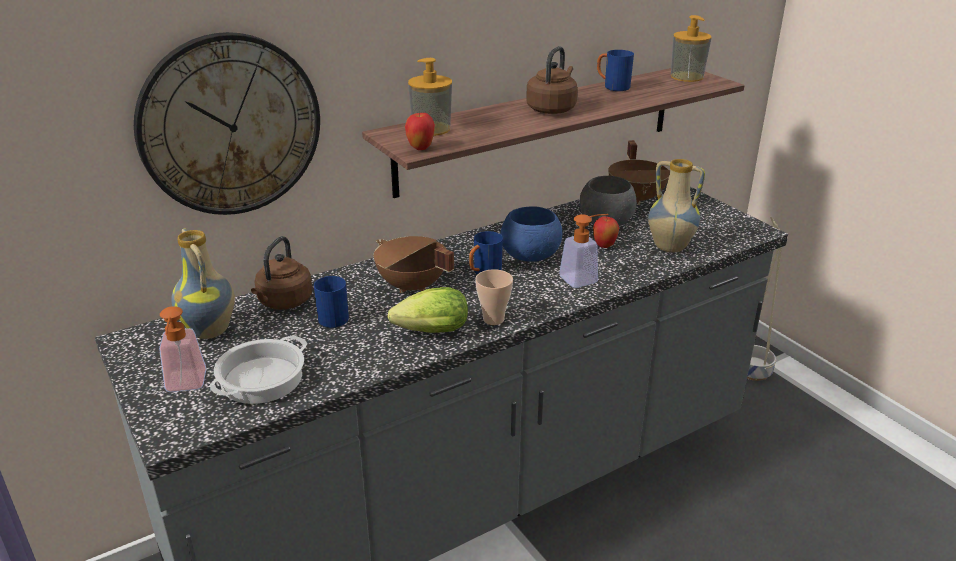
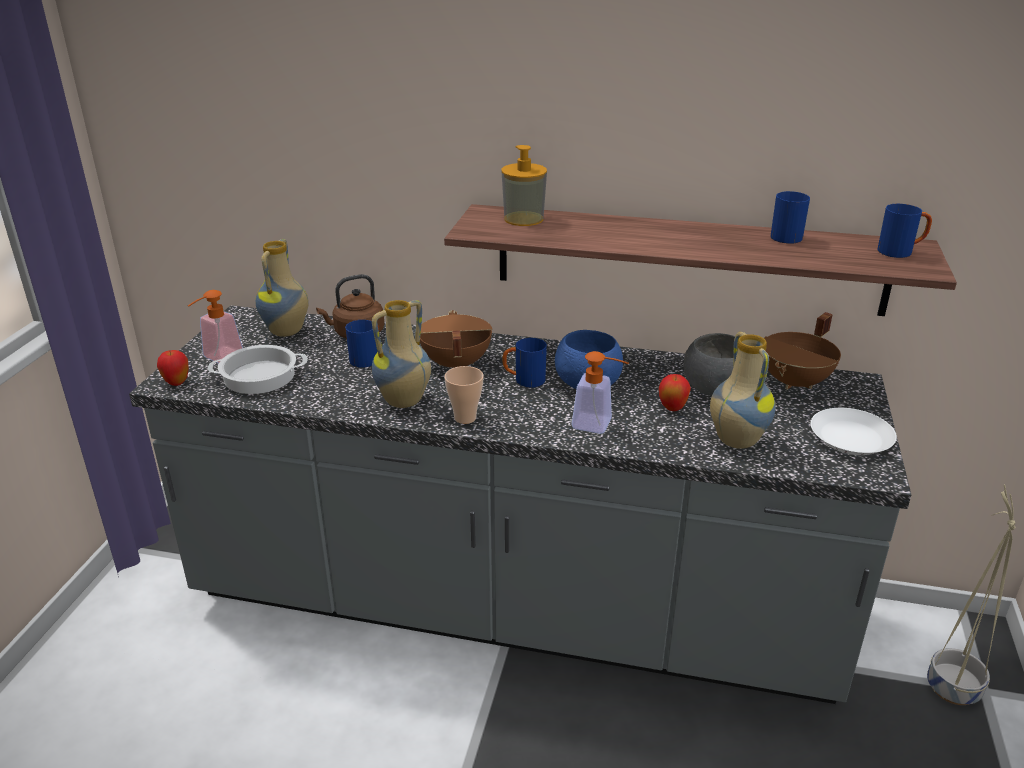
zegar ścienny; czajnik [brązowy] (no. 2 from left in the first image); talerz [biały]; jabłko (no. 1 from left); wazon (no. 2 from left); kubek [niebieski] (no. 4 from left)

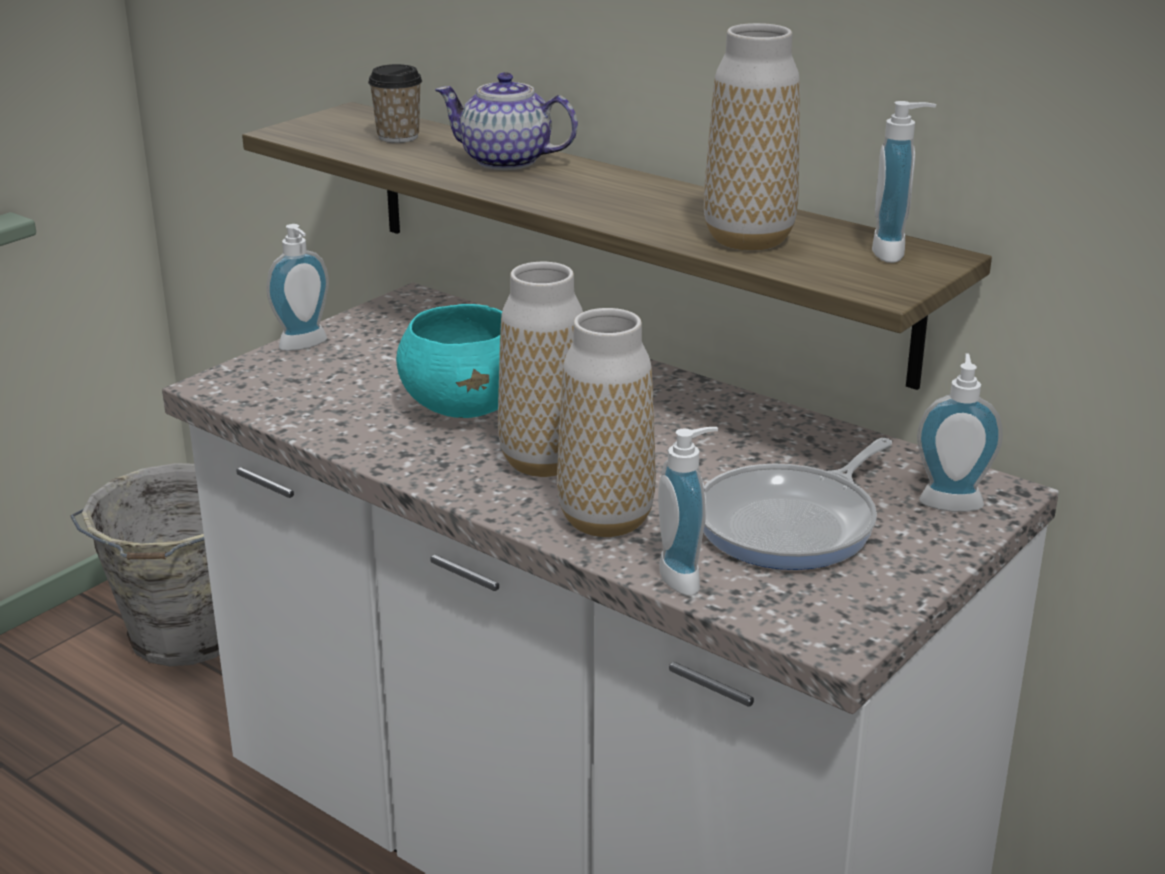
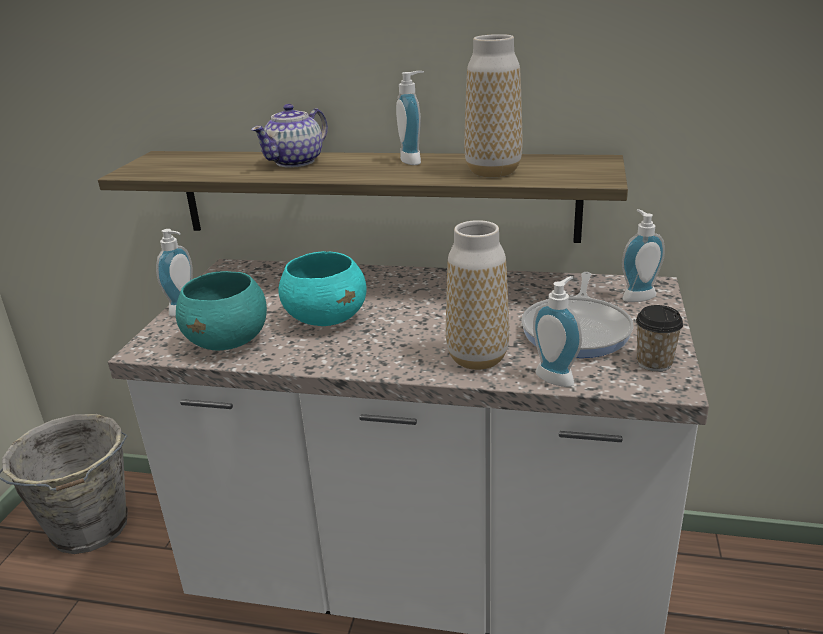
wazon (no. 1 from left in the first image); miska [turkusowy] (no. 1 from left); filiżanka; dozownik mydła (no. 2 from left); imbryk

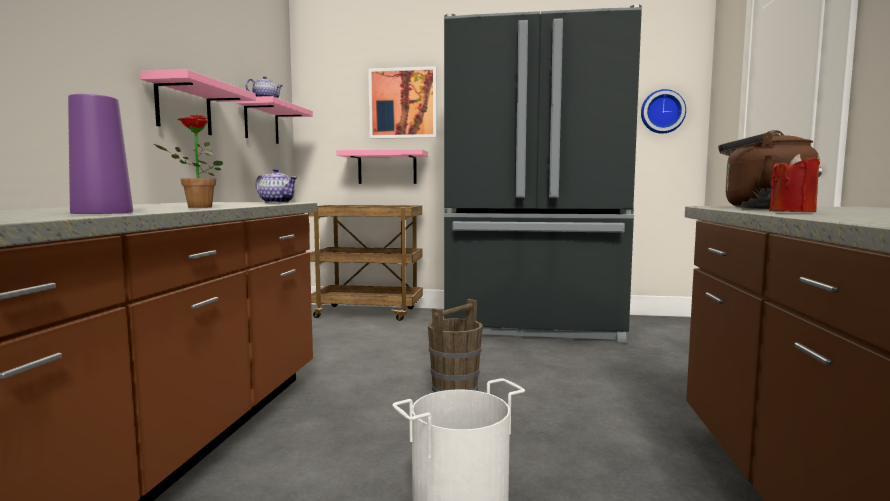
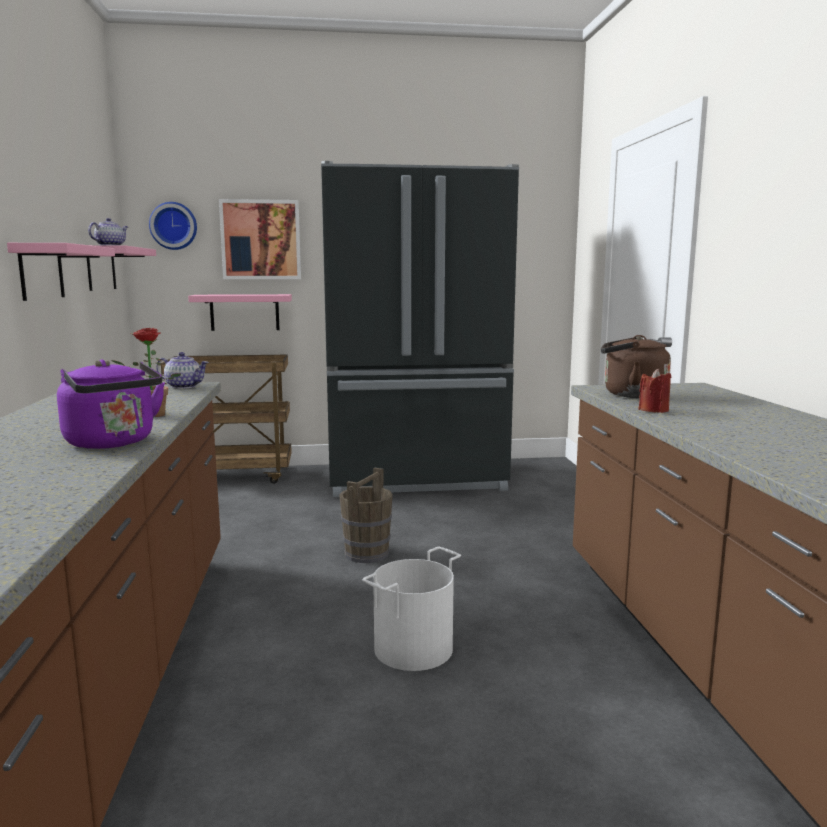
zegar ścienny; czajnik [fioletowy]

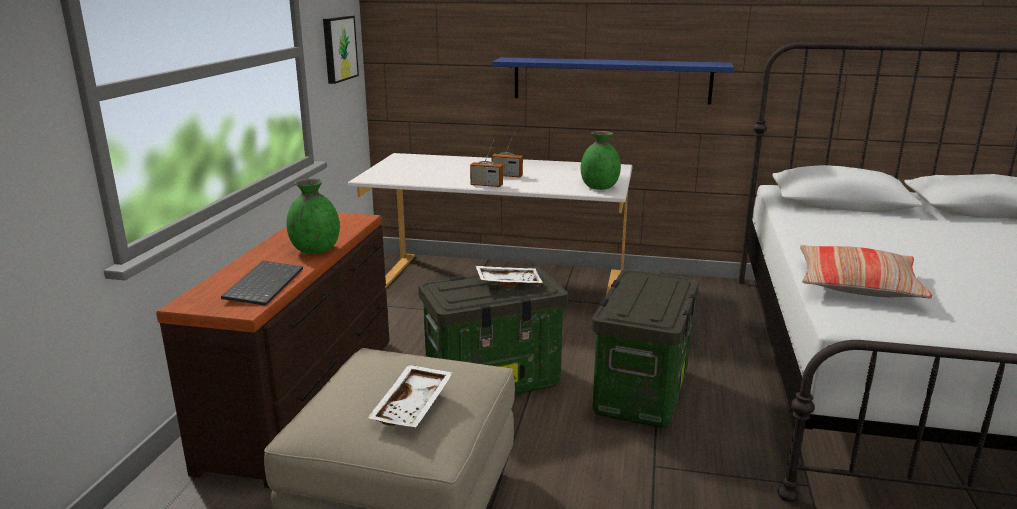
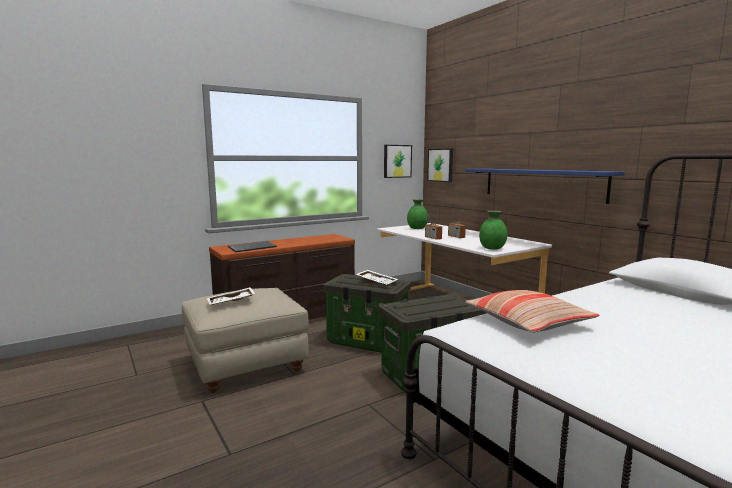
obraz (no. 2 from left); wazon [zielony] (no. 1 from left)

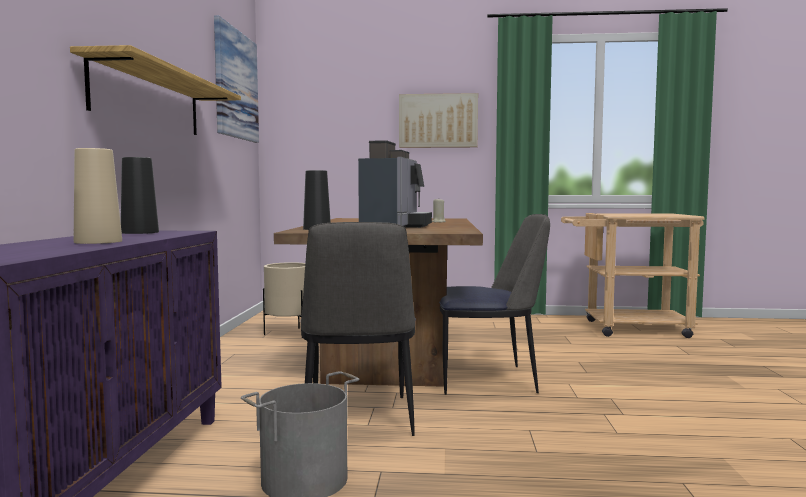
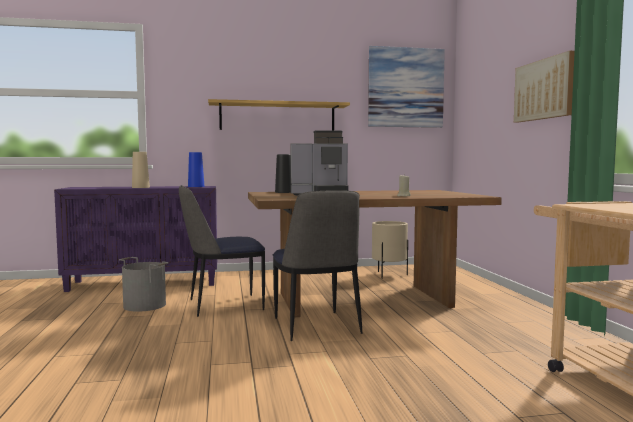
wazon [niebieski]

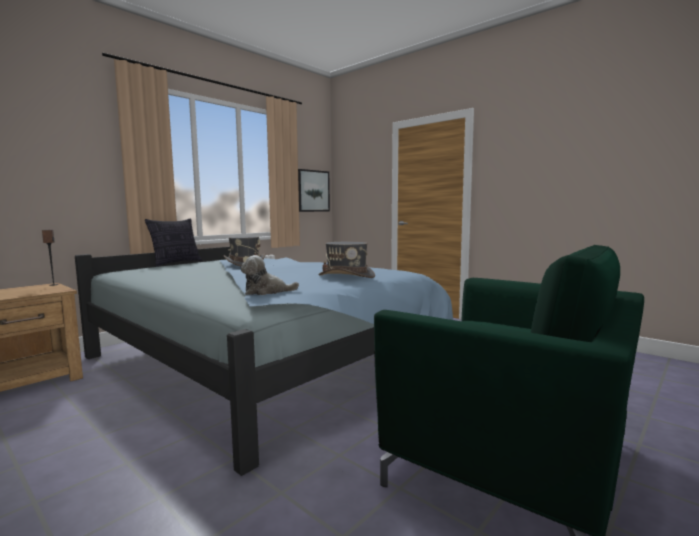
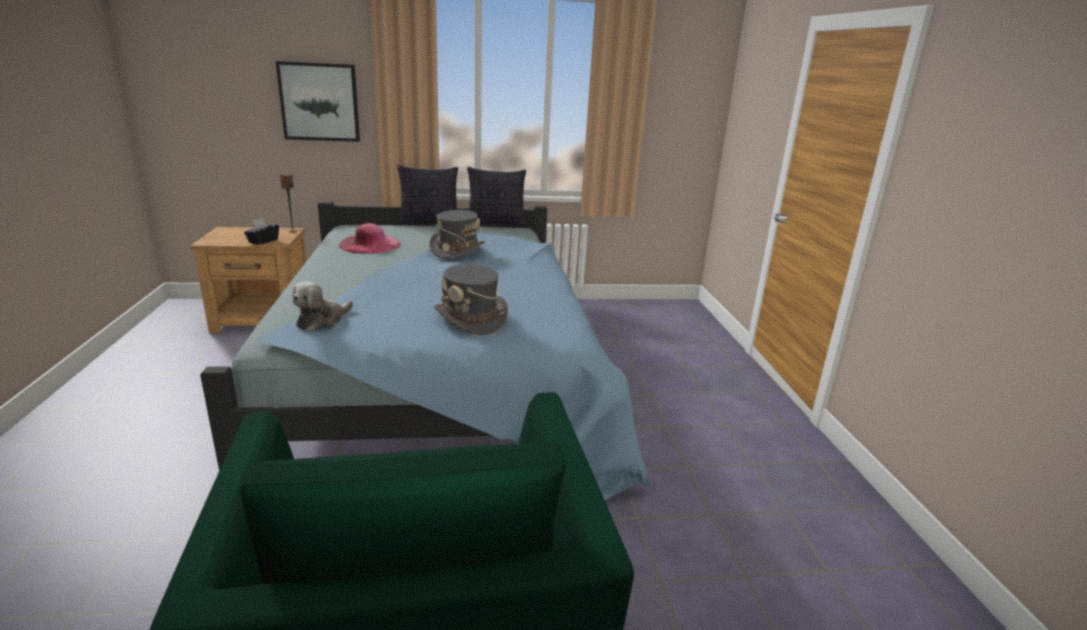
pudełko chusteczek [czarny]; kapelusz [różowy]; poduszka (no. 2 from left); obraz; pluszak

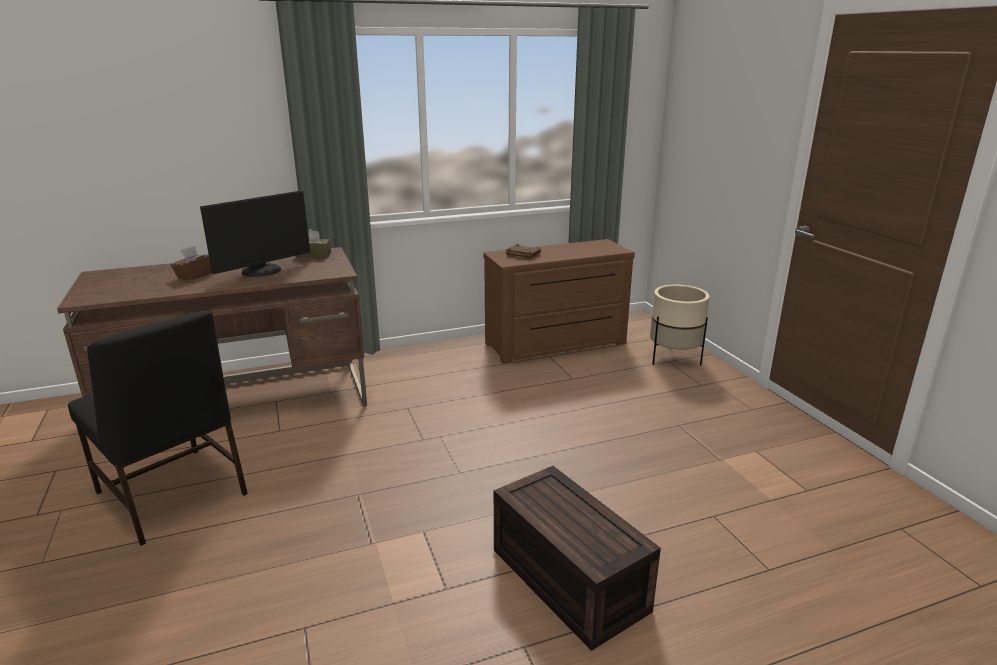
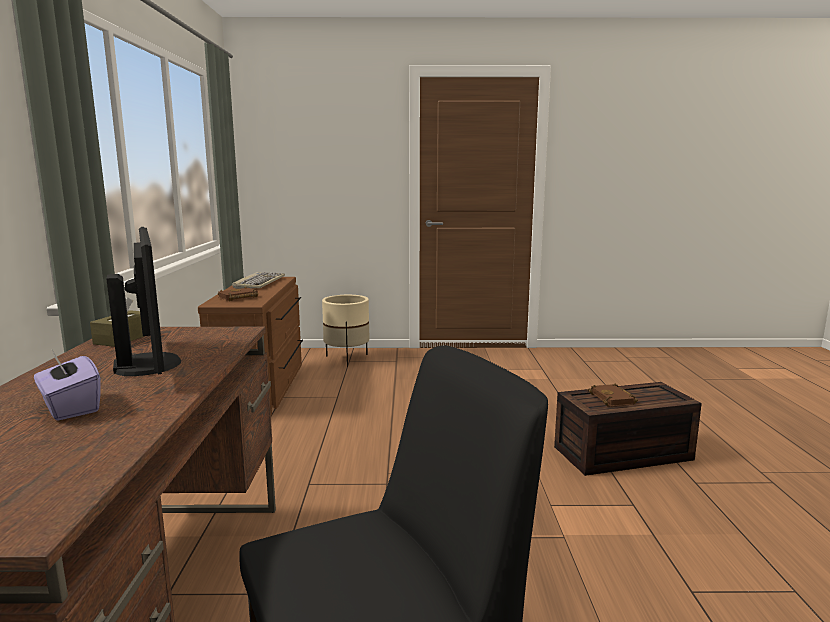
klawiatura; książka [brązowy] (no. 2 from left); pudełko chusteczek [fioletowy]

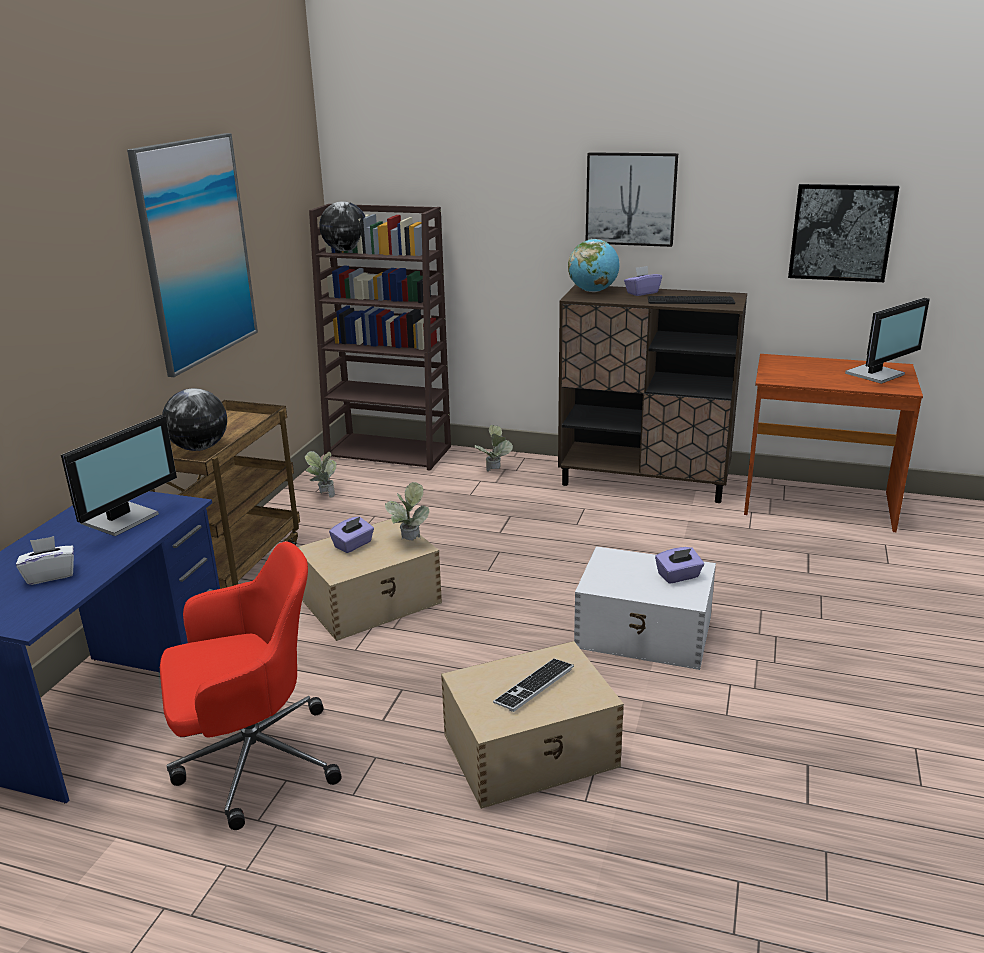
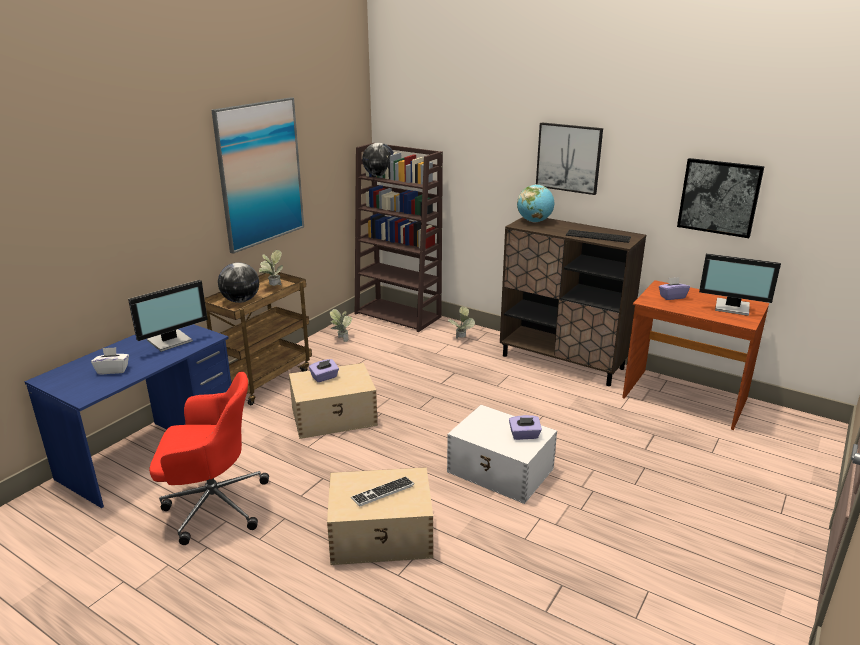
roślina doniczkowa (no. 1 from left); pudełko chusteczek [fioletowy] (no. 3 from left); monitor (no. 2 from left)

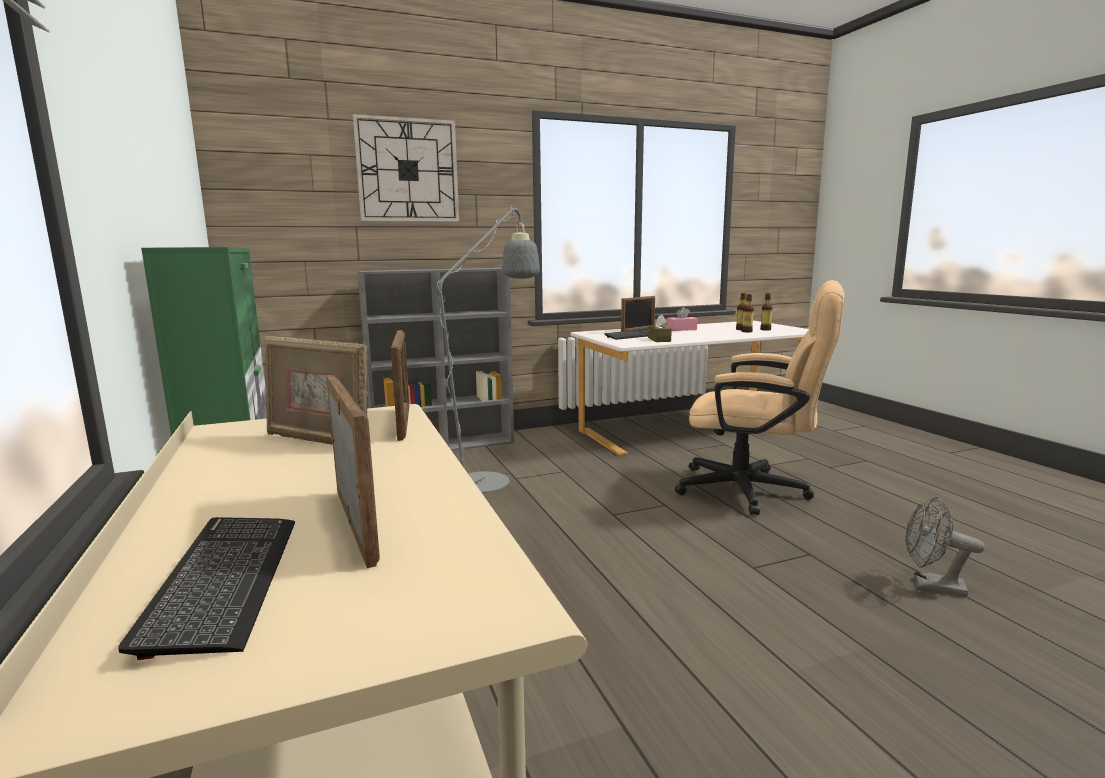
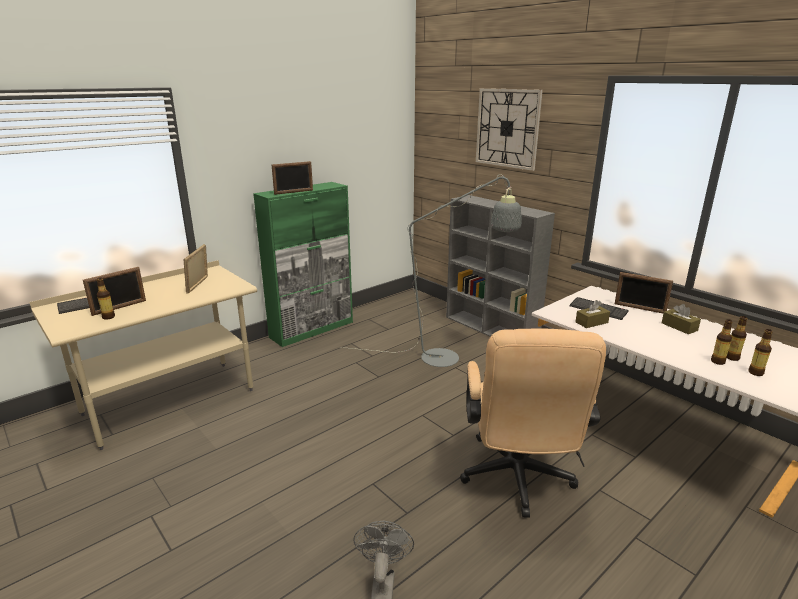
butelka (no. 1 from left); ramka na zdjęcie (no. 3 from left); pudełko chusteczek [brązowy] (no. 2 from left)

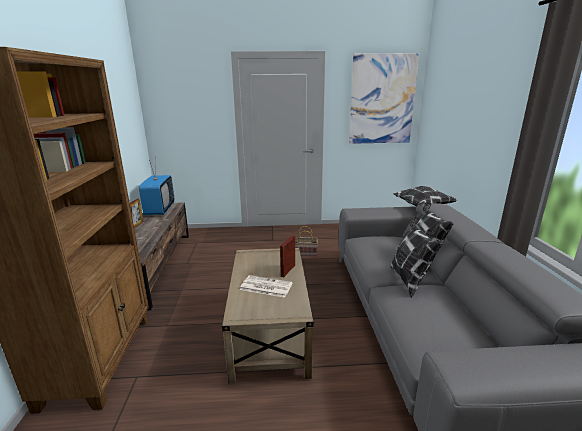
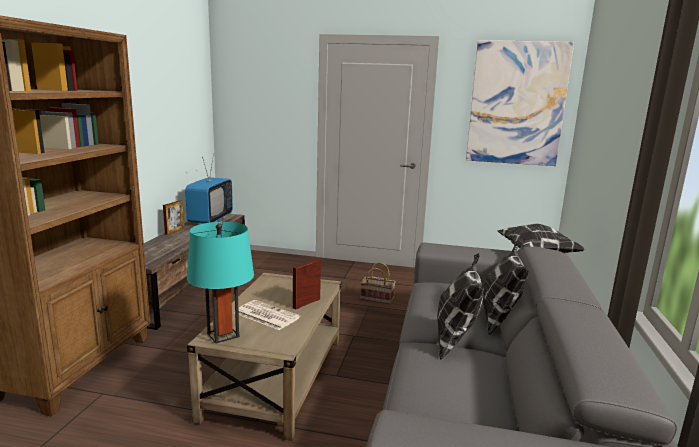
lampa stołowa [turkusowy]

